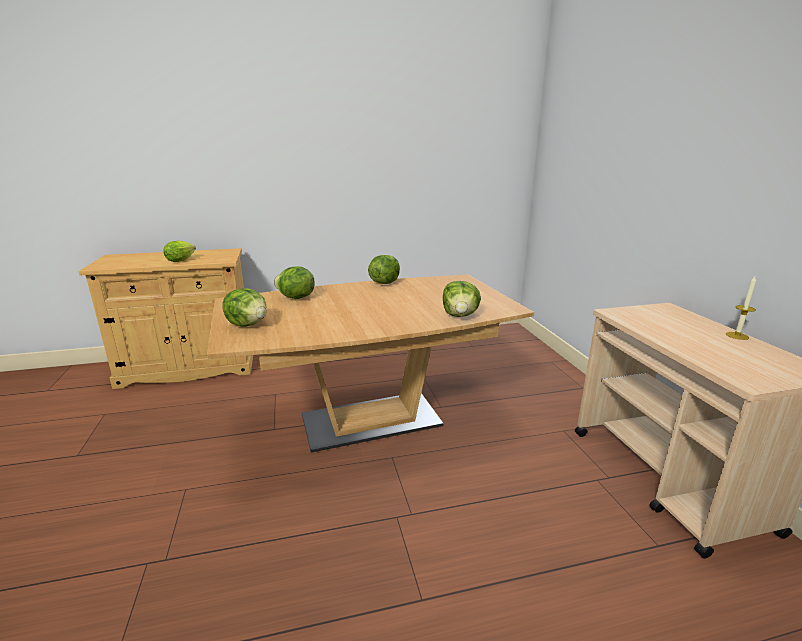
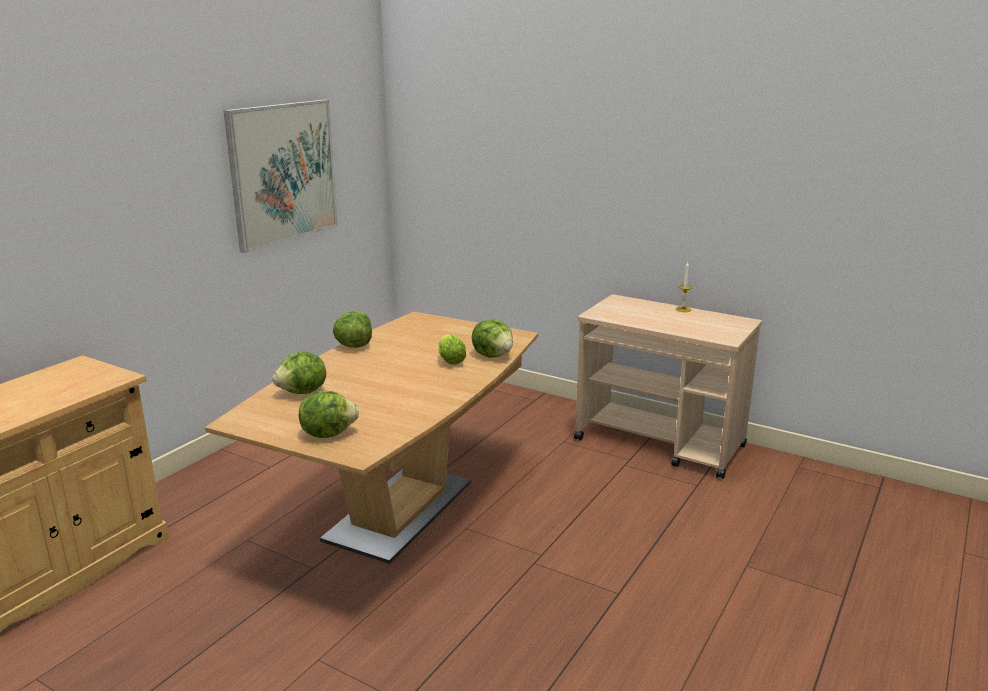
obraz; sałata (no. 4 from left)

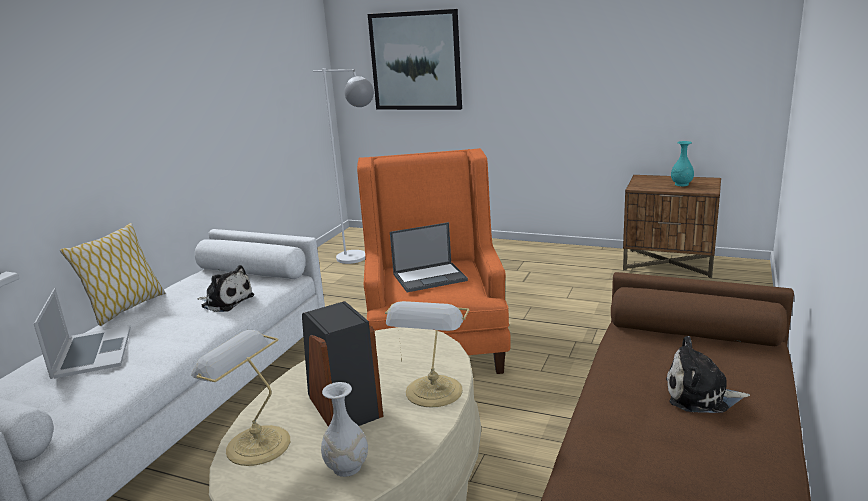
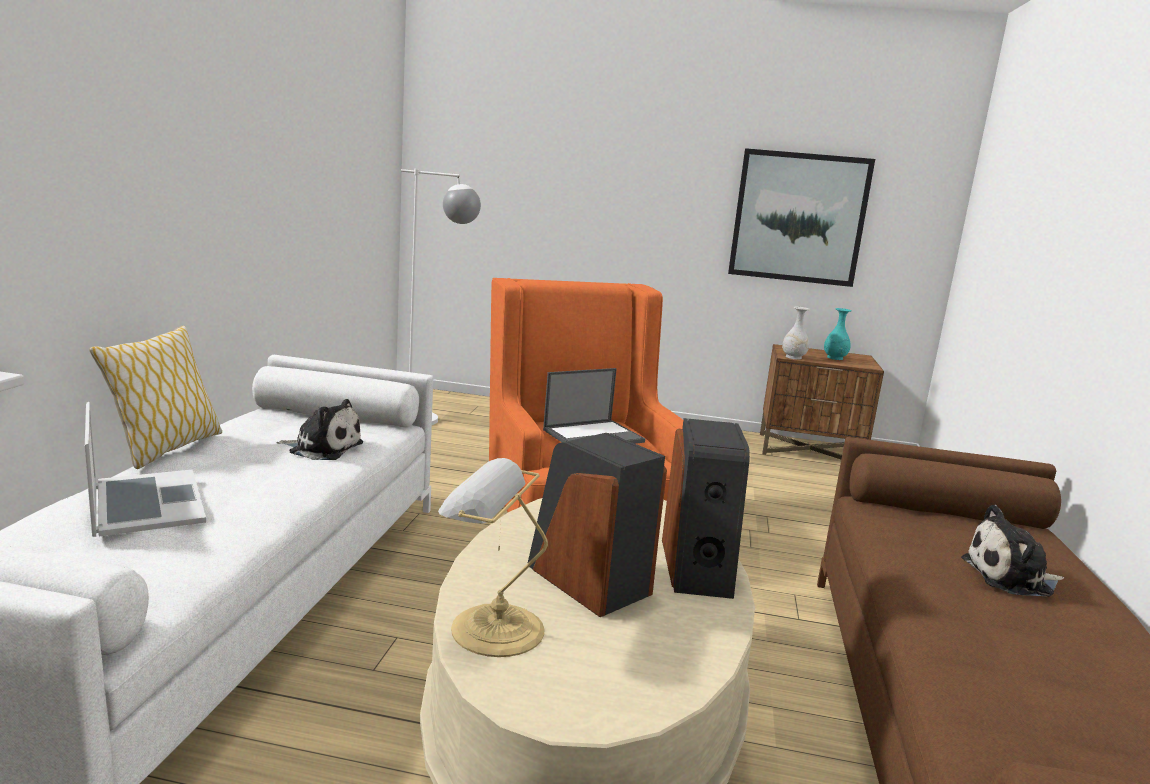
wazon [biały]; obraz; głośnik (no. 2 from left)

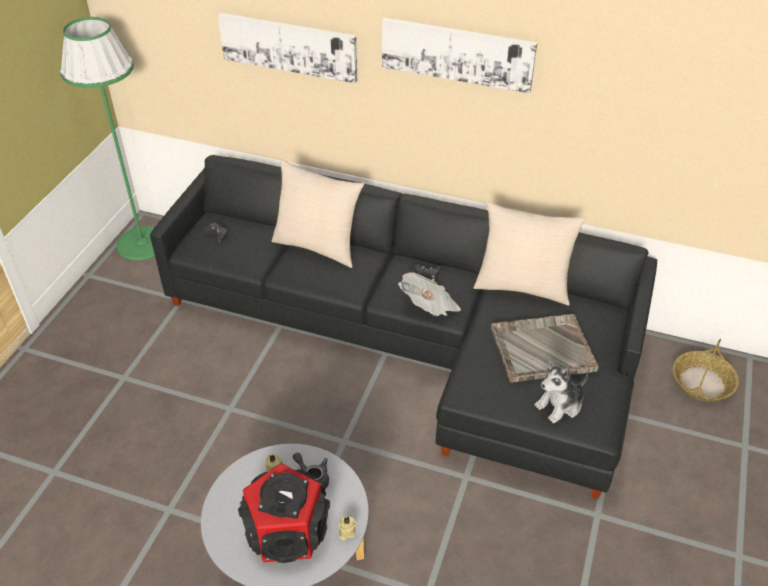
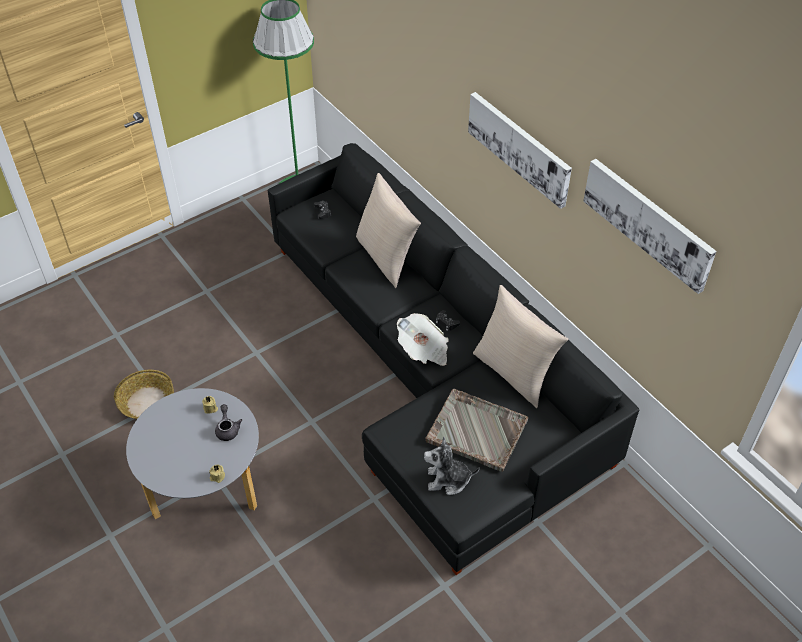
głośnik; obraz (no. 2 from left); koszyk

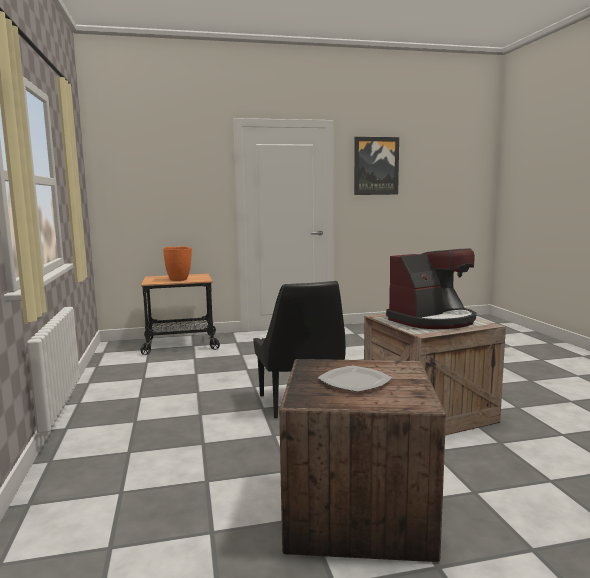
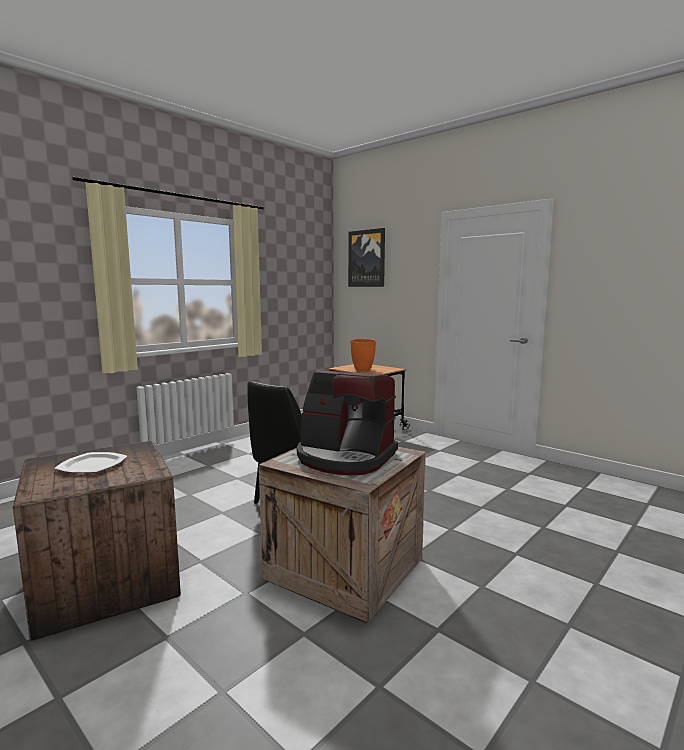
obraz

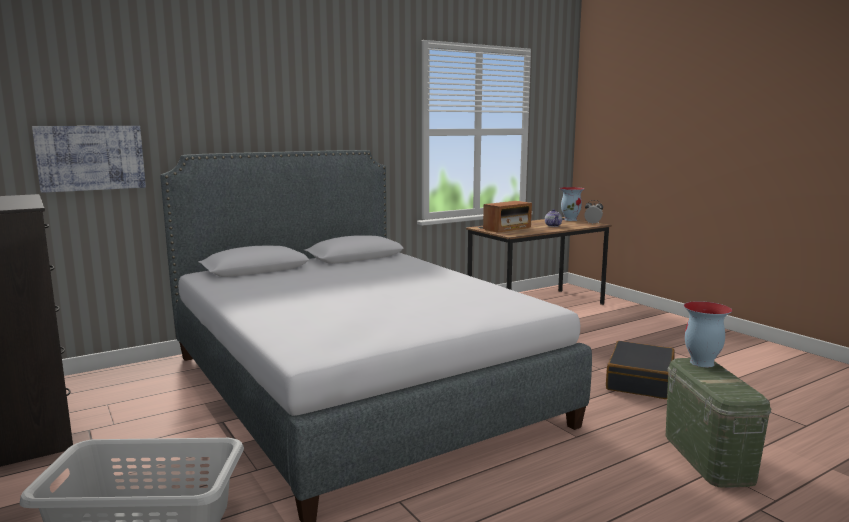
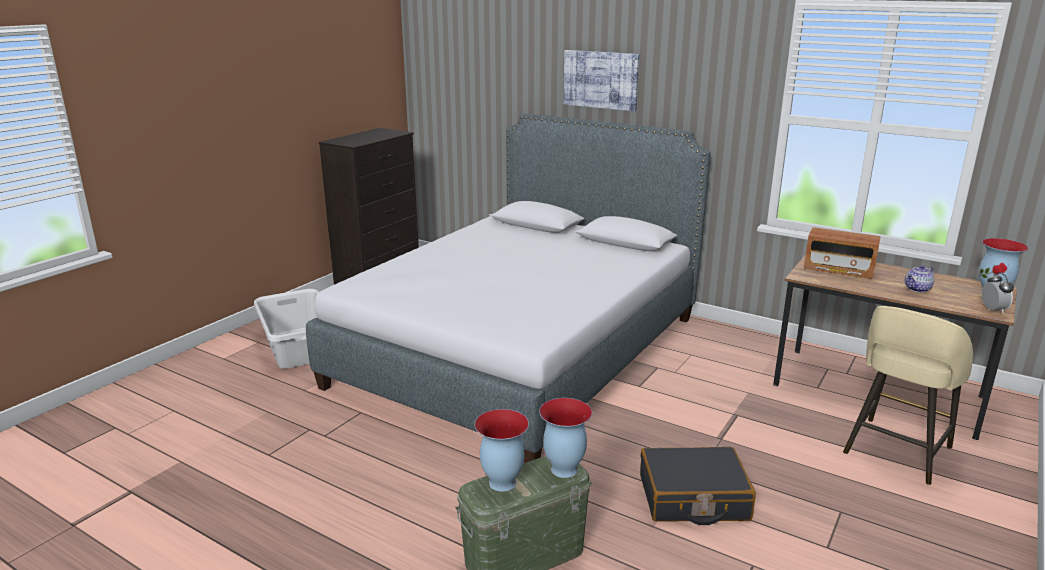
wazon (no. 1 from left); stołek [beżowy]; obraz

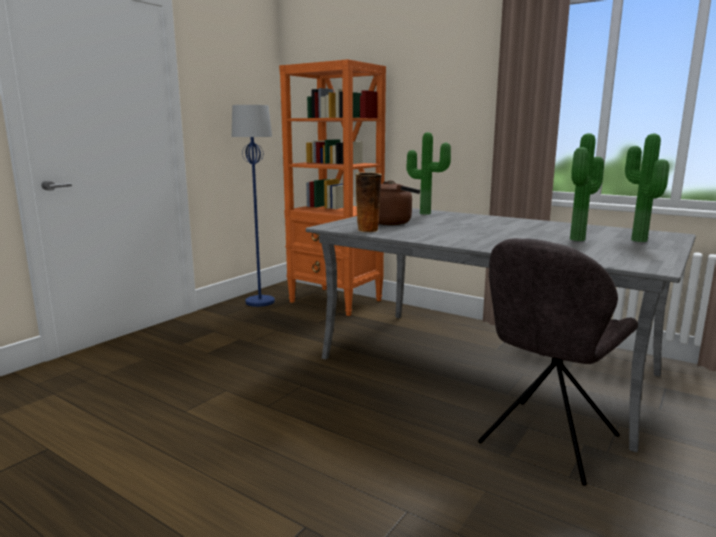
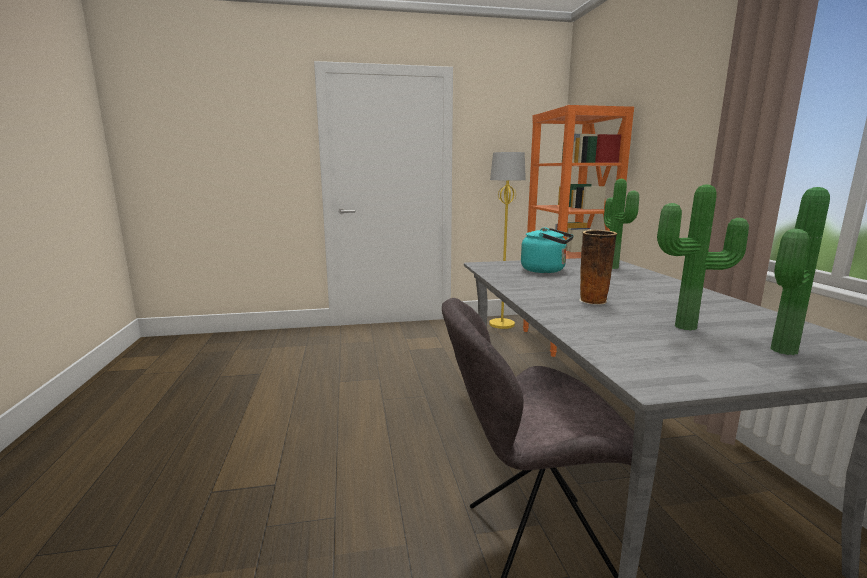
wazon; lampa stojąca [żółty]; czajnik [turkusowy]

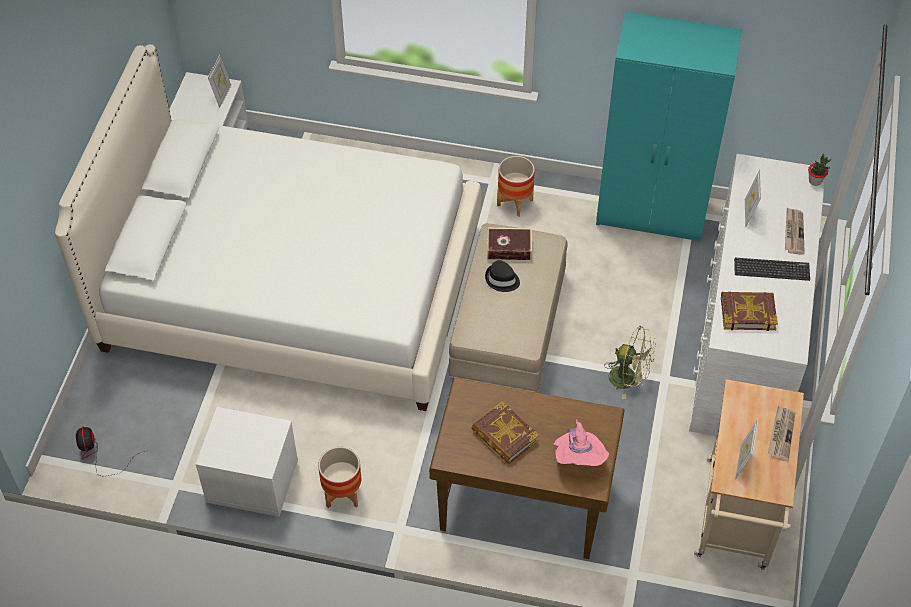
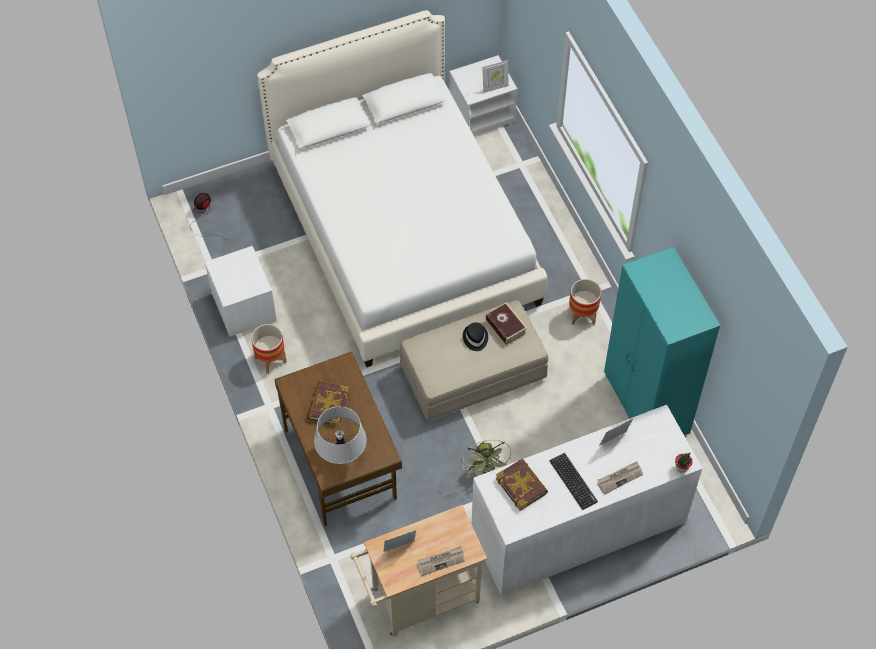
lampa stołowa [szary]

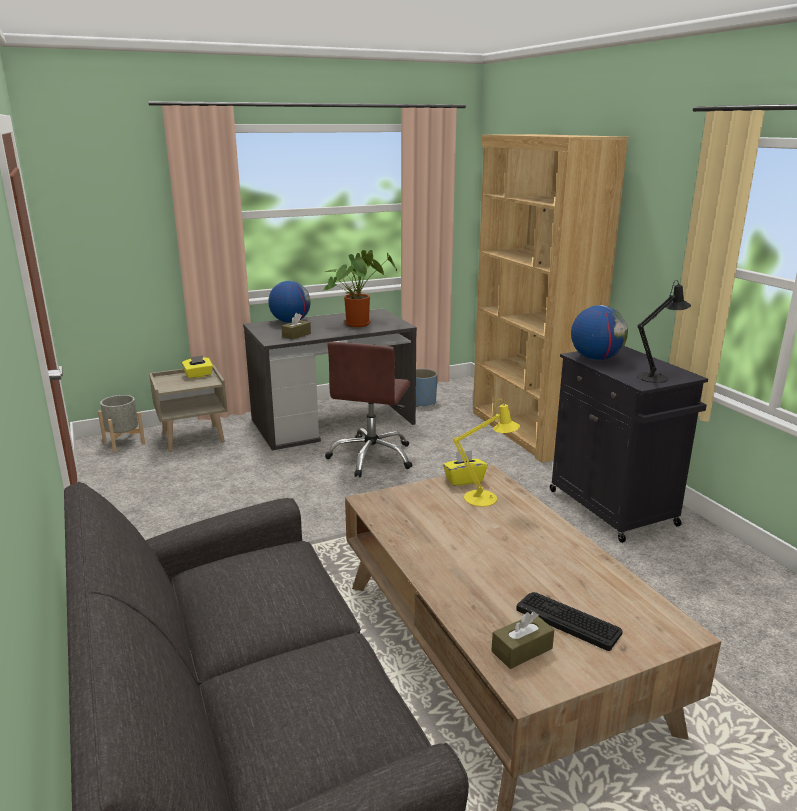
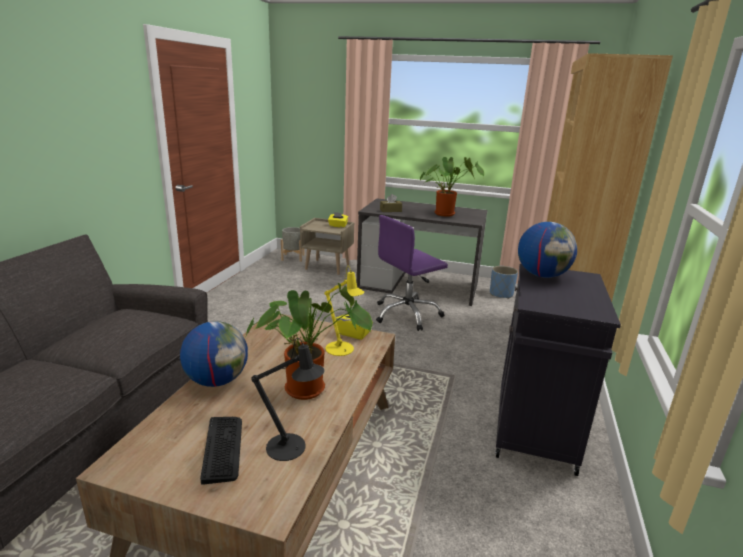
pudełko chusteczek [brązowy] (no. 2 from left in the first image); roślina doniczkowa (no. 1 from left); globus (no. 1 from left); lampa stołowa [czarny]; krzesło biurowe [fioletowy]

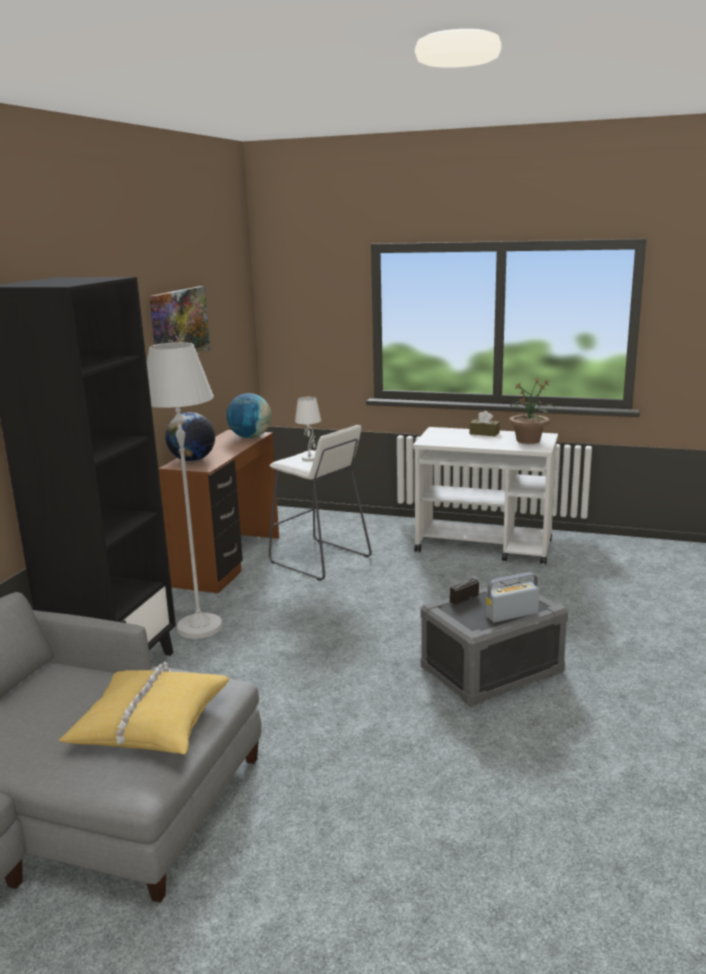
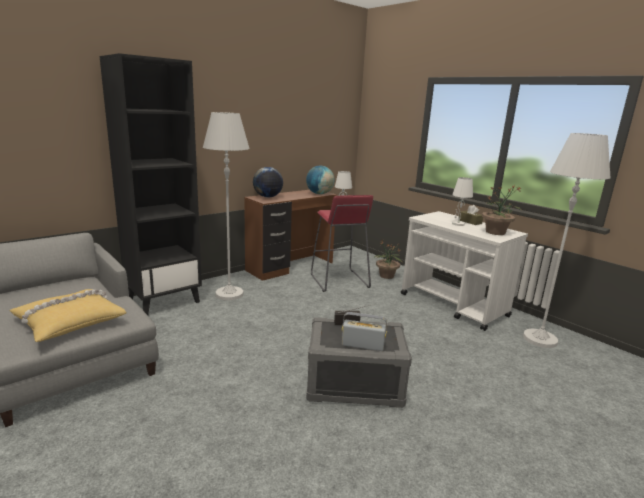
obraz; roślina doniczkowa (no. 1 from left); lampa stołowa [biały] (no. 2 from left); lampa stojąca [biały] (no. 2 from left); stołek [czerwony]

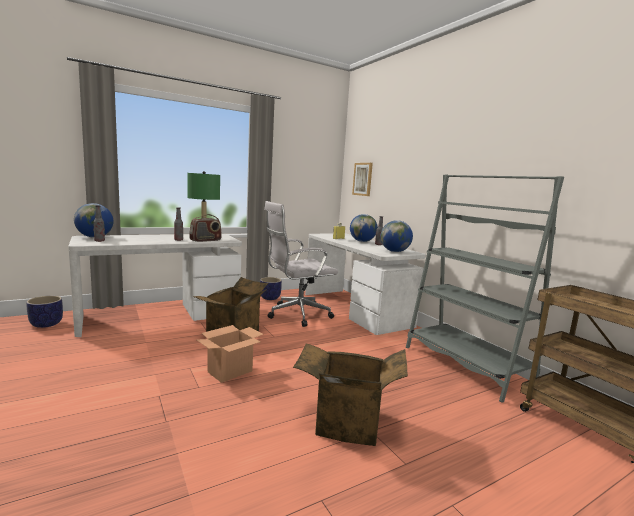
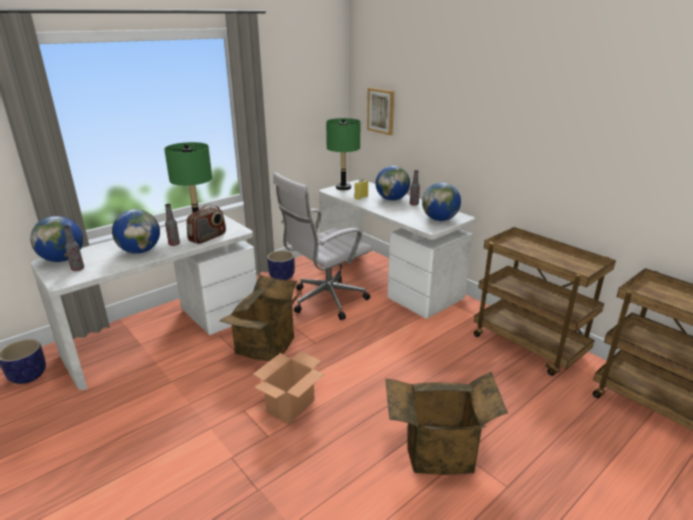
globus (no. 2 from left); lampa stołowa [zielony] (no. 2 from left); wózek [brązowy] (no. 1 from left)

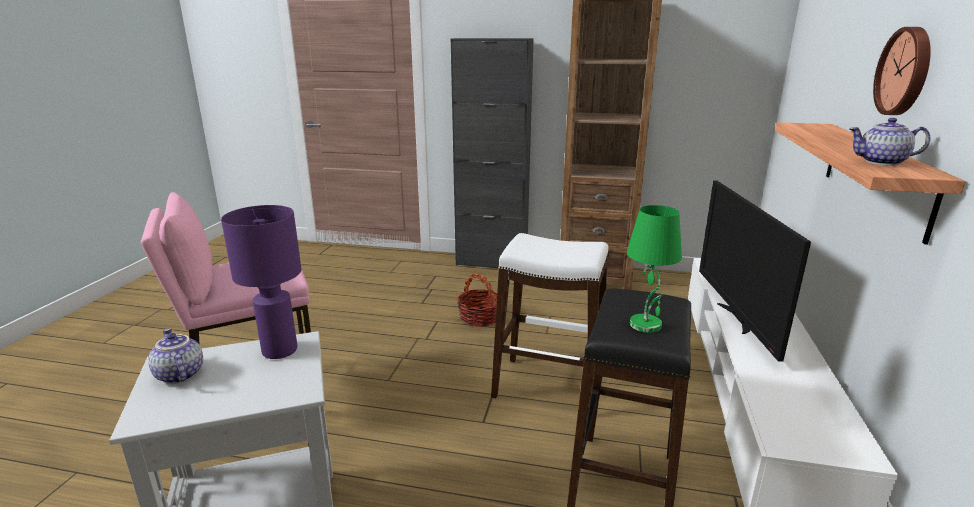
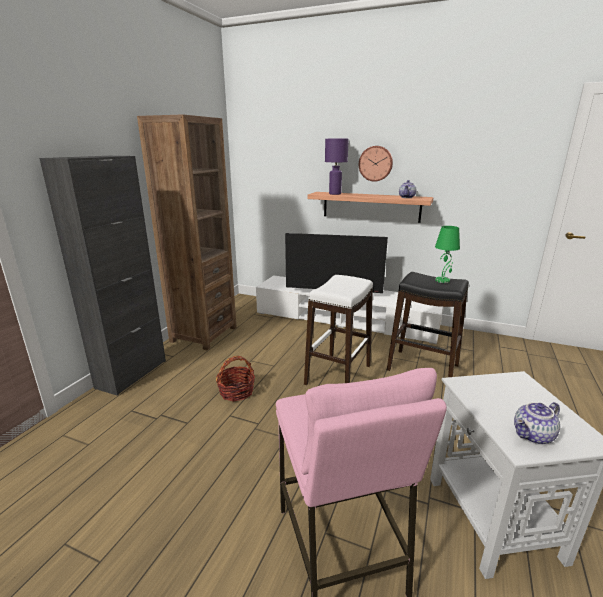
lampa stołowa [fioletowy]

